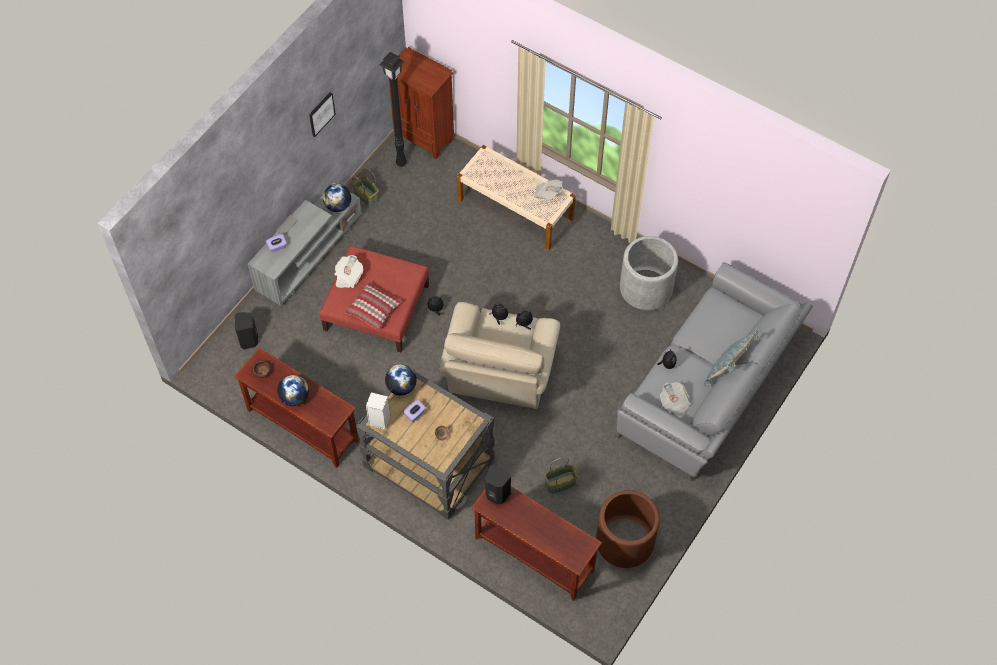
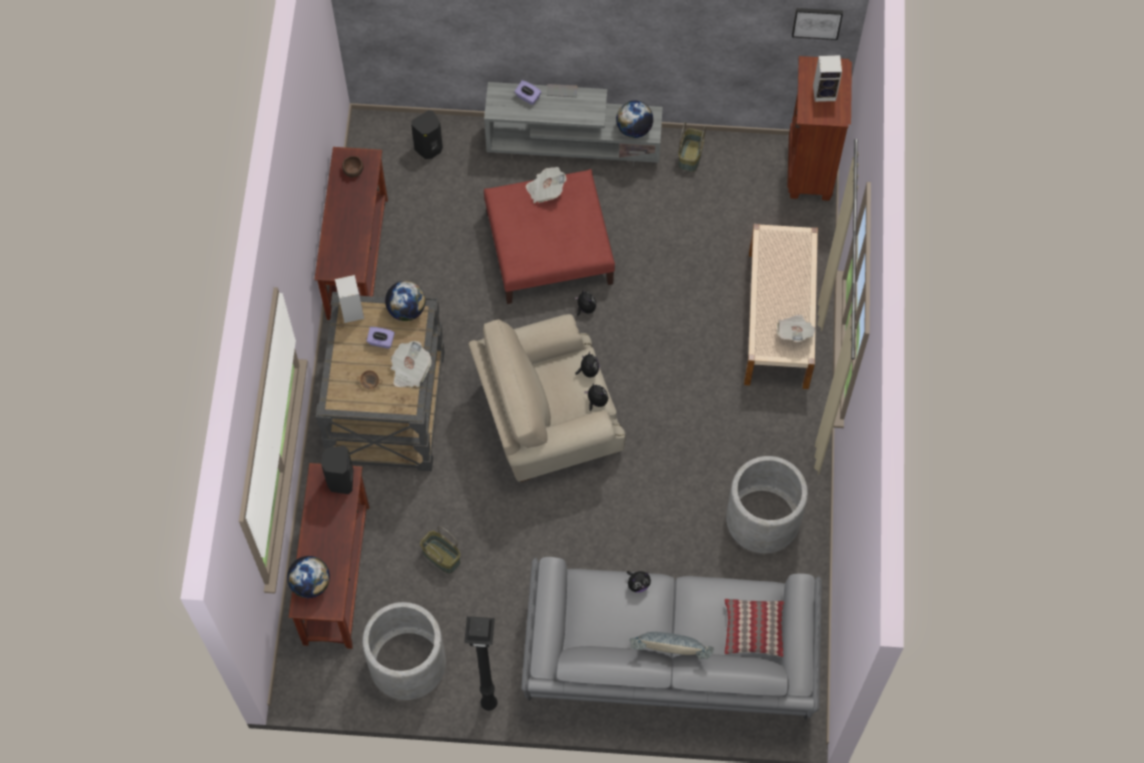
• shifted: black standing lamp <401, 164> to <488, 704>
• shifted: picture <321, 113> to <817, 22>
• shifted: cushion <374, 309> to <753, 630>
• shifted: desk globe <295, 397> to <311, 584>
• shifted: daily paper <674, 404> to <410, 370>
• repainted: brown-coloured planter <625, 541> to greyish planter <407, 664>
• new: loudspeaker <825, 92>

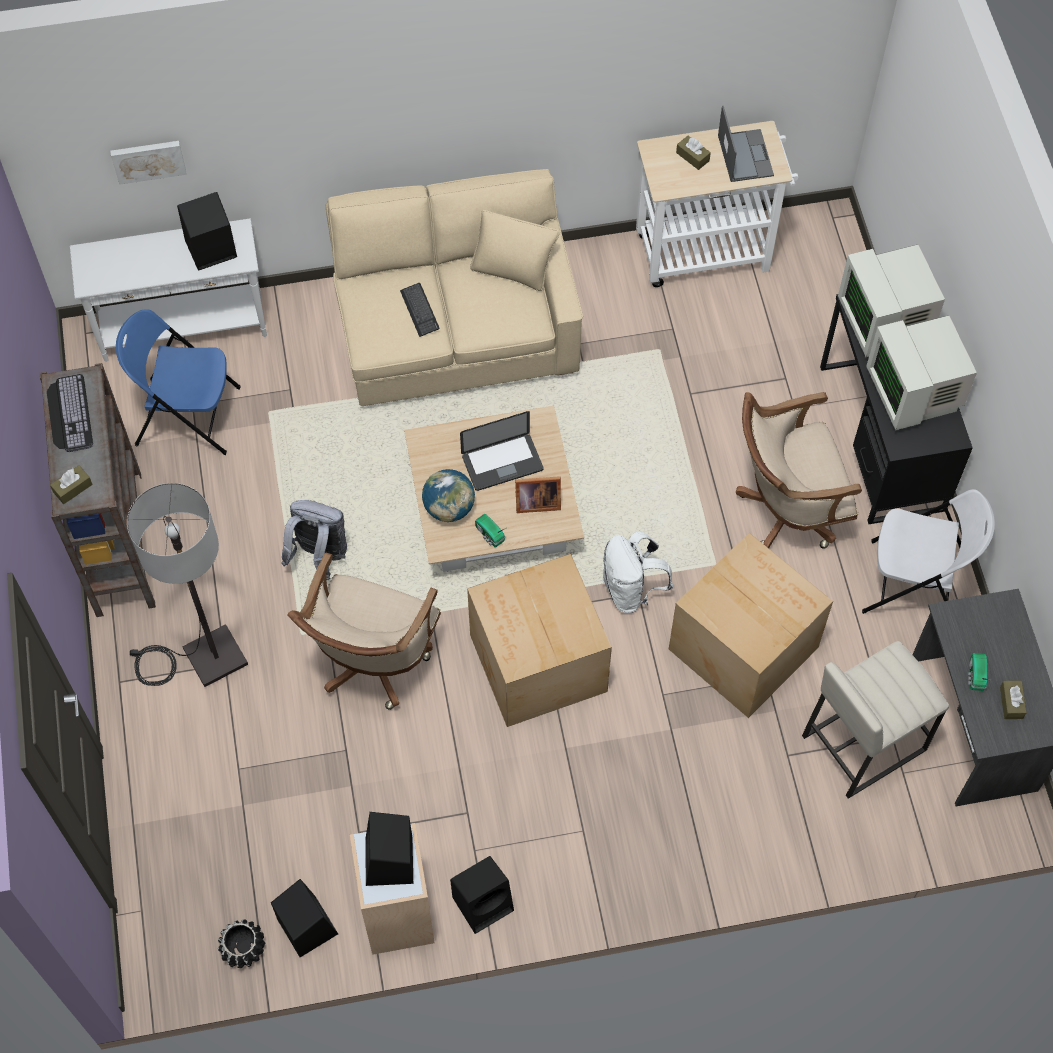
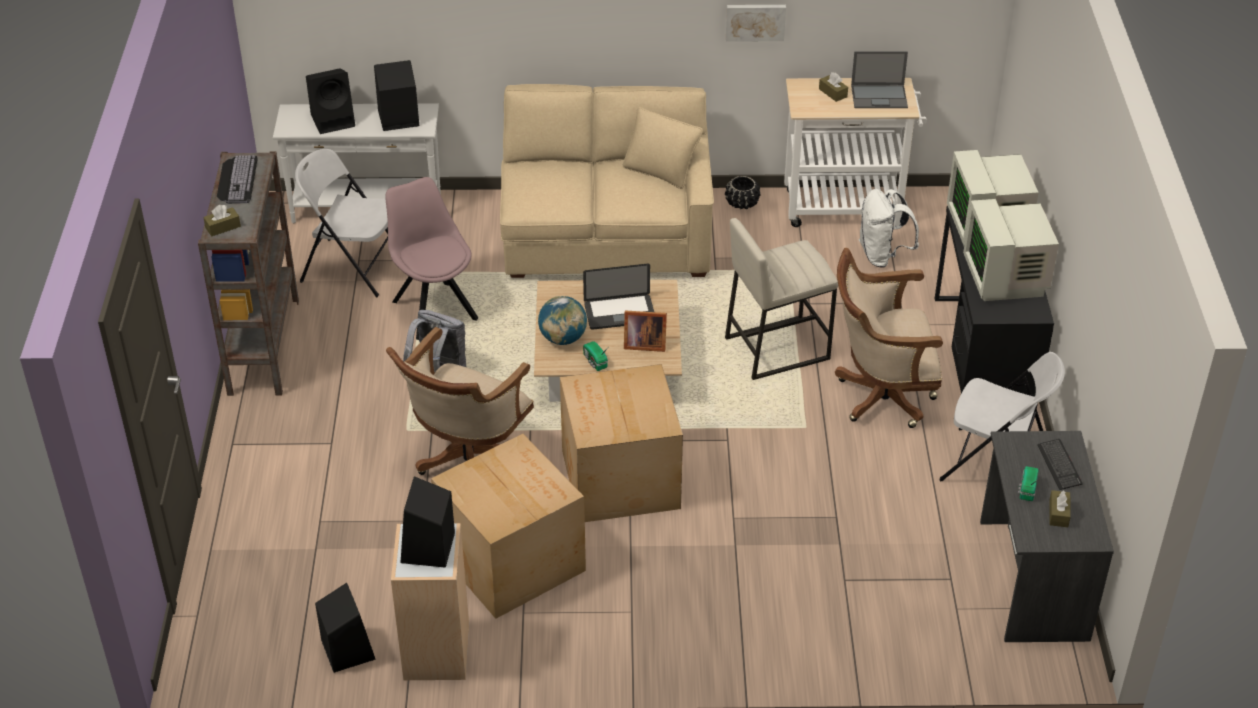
• rotated: laptop <744, 155> = <879, 96> 90 degrees clockwise
• shifted: picture <148, 160> to <755, 21>
• shifted: keyboard <419, 310> to <1059, 465>
• repainted: blue-coloured plain chair <188, 415> to whitish plain chair <352, 267>
• gone: standing lamp <197, 659>
• shifted: whitish backpack <631, 590> to <882, 255>
• shifted: carton <743, 646> to <512, 559>
• shifted: sand-coloured stool seat <863, 743> to <777, 348>
• shifted: black loudspeaker <484, 902> to <334, 120>
• shifted: black planter <244, 948> to <742, 203>
• new: pinkish plain chair <434, 310>

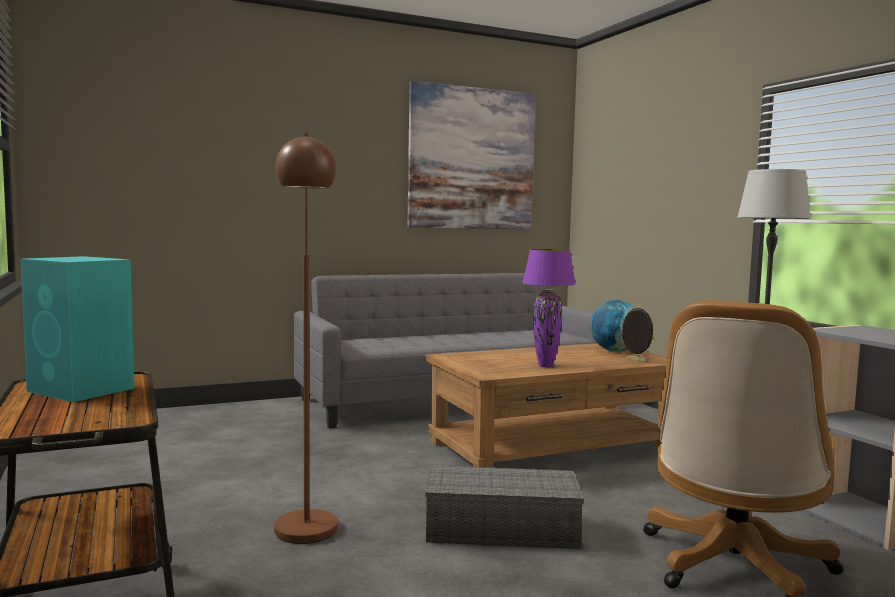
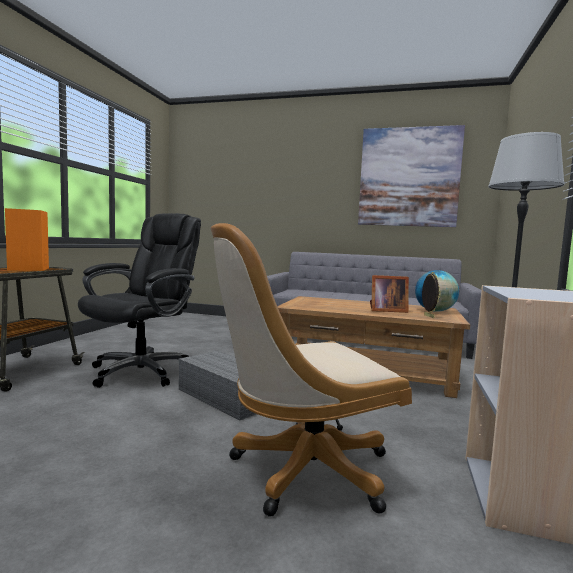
• swapped: brown-coloured standing lamp <306, 539> to black office chair <141, 372>
• gone: purple-coloured lamp for a table <545, 366>
• repainted: blue-green loudspeaker <82, 390> to orangey loudspeaker <28, 269>
• new: photo frame <386, 310>

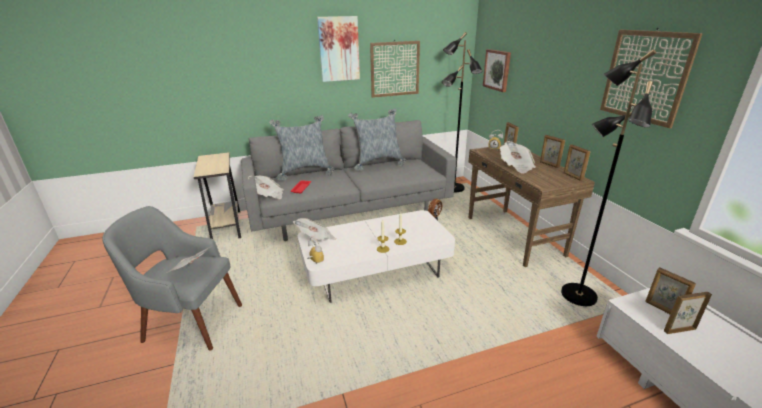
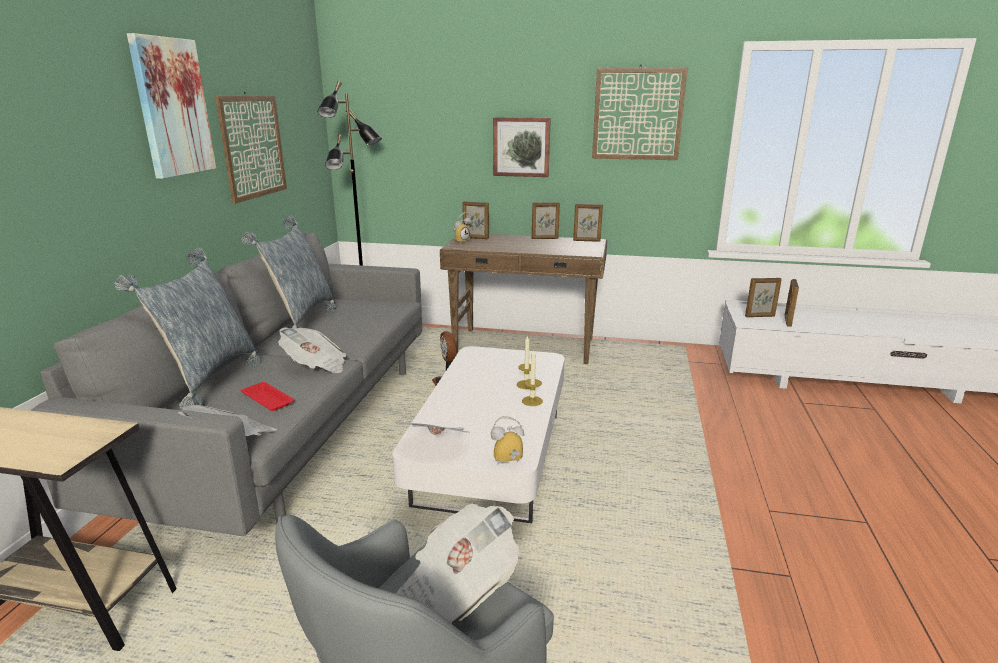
• shifted: picture <497, 70> to <521, 147>
• gone: black standing lamp <577, 295>
• shifted: daily paper <516, 166> to <316, 366>

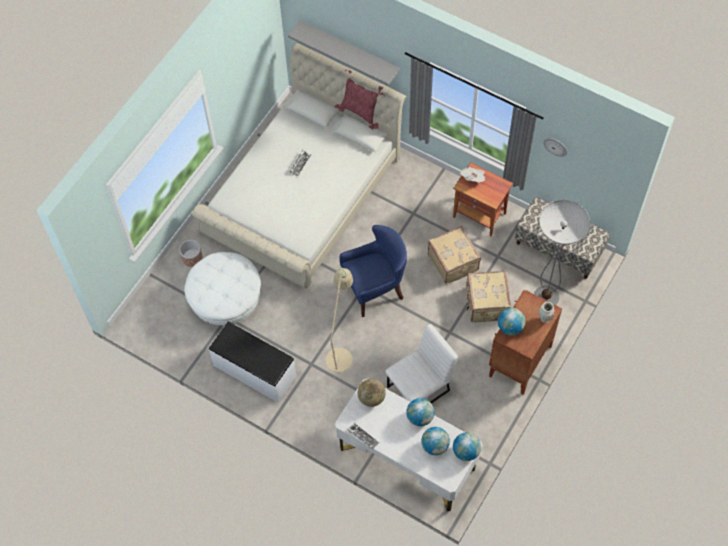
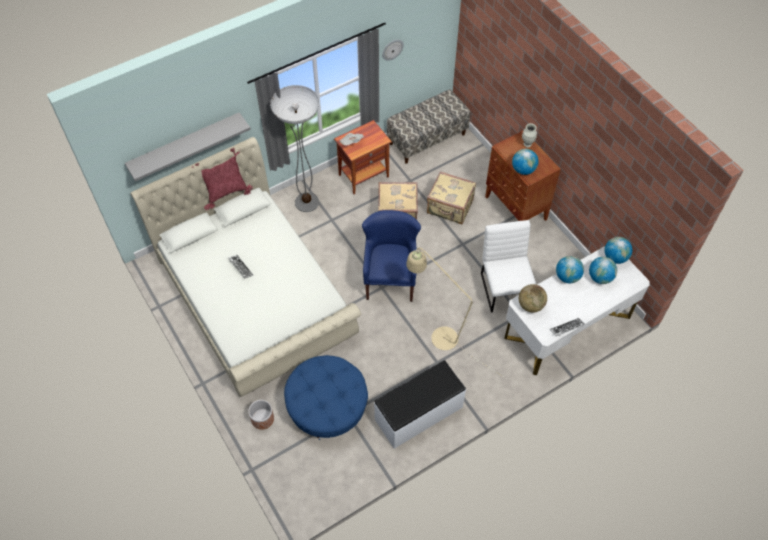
• shifted: standing lamp <546, 297> to <307, 202>
• repainted: whitish footrest <226, 299> to blue-coloured footrest <327, 407>

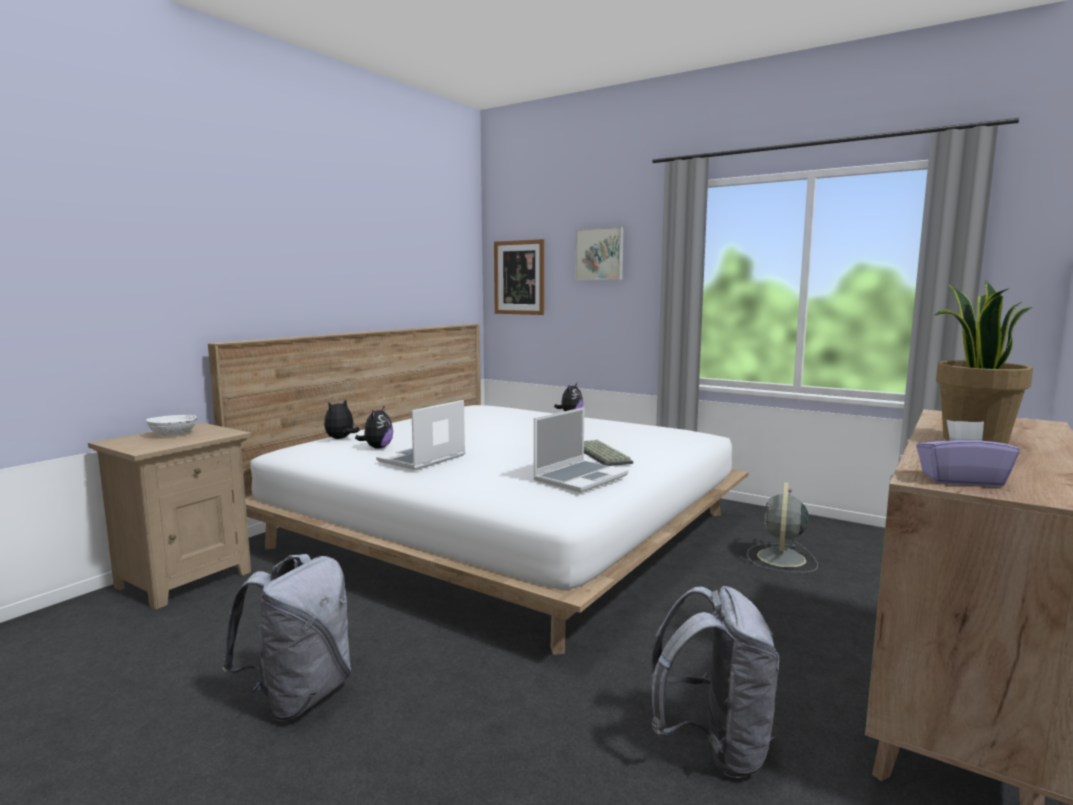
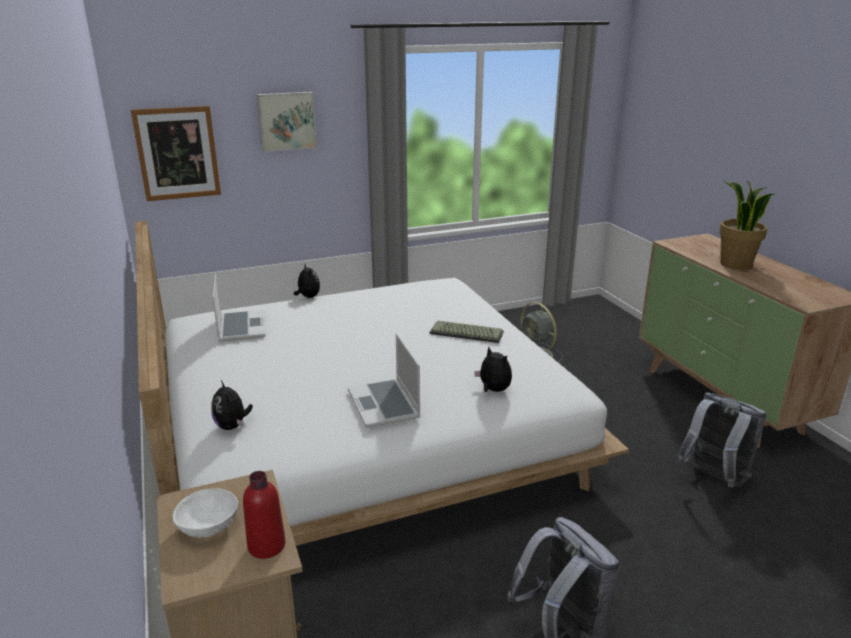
• shifted: plush toy <377, 448> to <493, 390>
• shifted: laptop <580, 477> to <241, 327>
• gone: purple-coloured tissue box <961, 480>
• new: red drink bottle <266, 545>

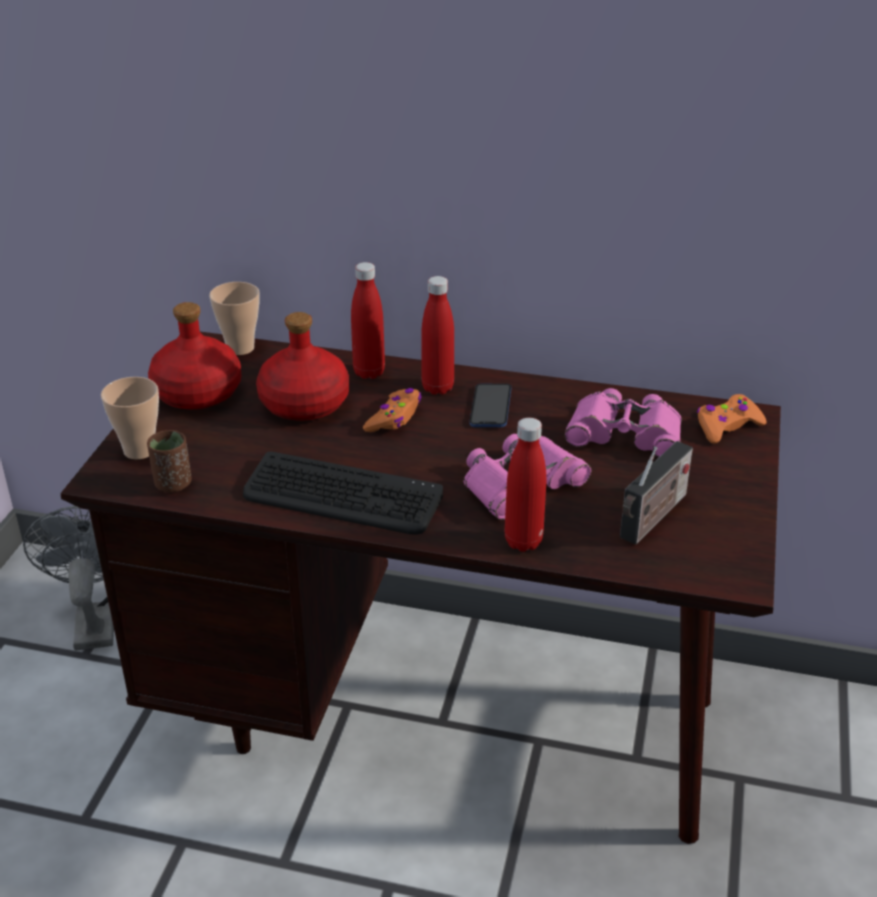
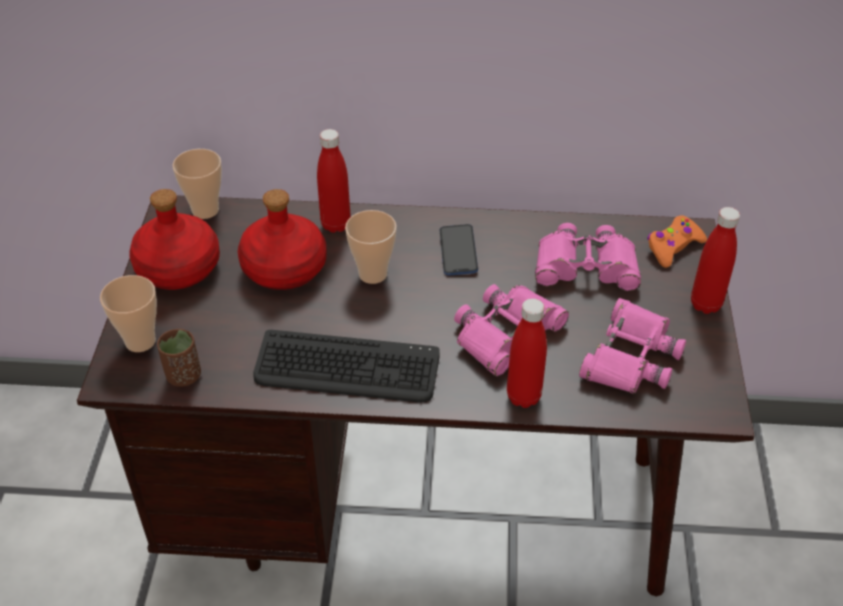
• shifted: red drink bottle <437, 388> to <705, 304>
• swapped: orangey joypad <394, 418> to small cup <372, 274>
• swapped: radio set <652, 519> to pinkish pair of binoculars <630, 357>
• gone: greyish electric fan <95, 619>

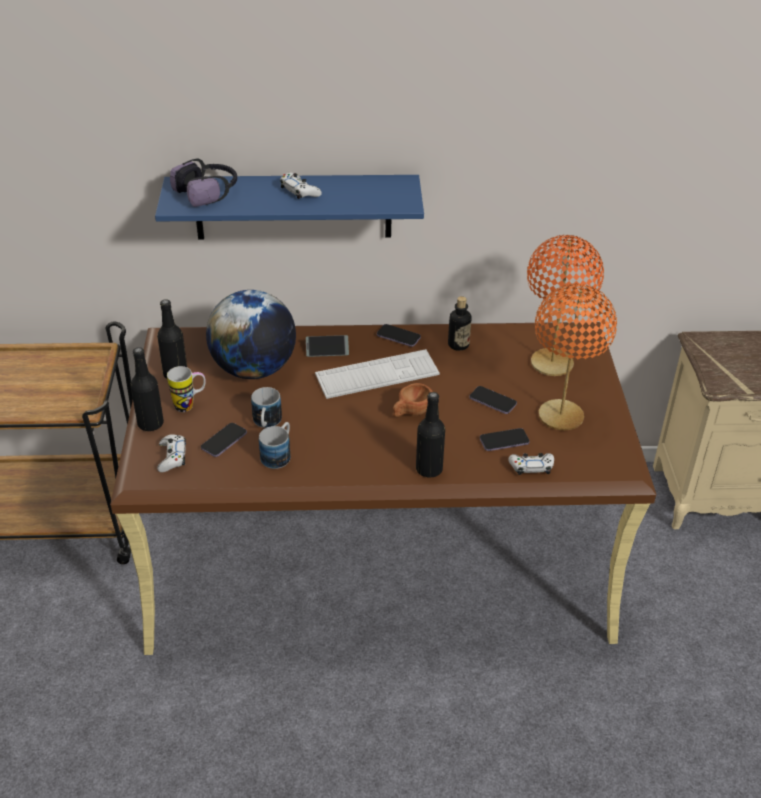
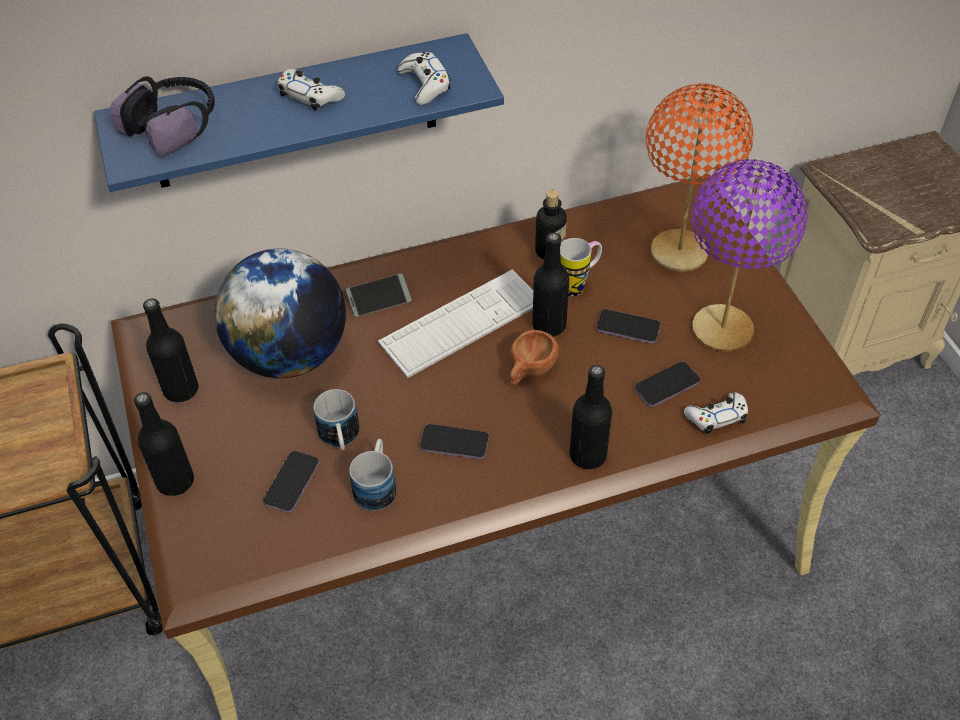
• repainted: orangey lamp for a table <560, 416> to purple-coloured lamp for a table <721, 329>
• shifted: handset <398, 337> to <454, 443>
• shifted: coffee mug <190, 405> to <579, 285>
• shifted: whitish joypad <172, 457> to <425, 84>
• new: black drink bottle <549, 325>

